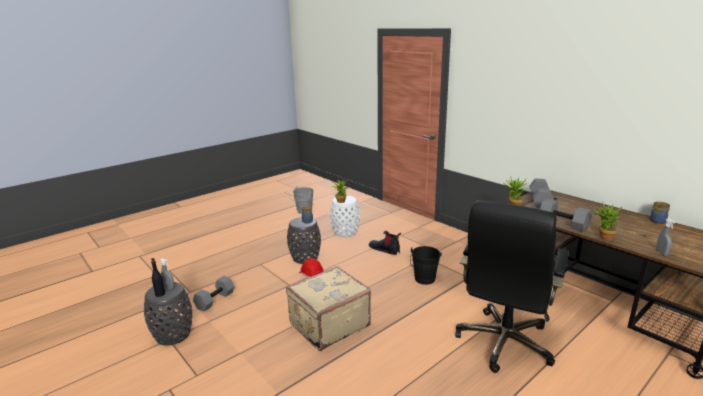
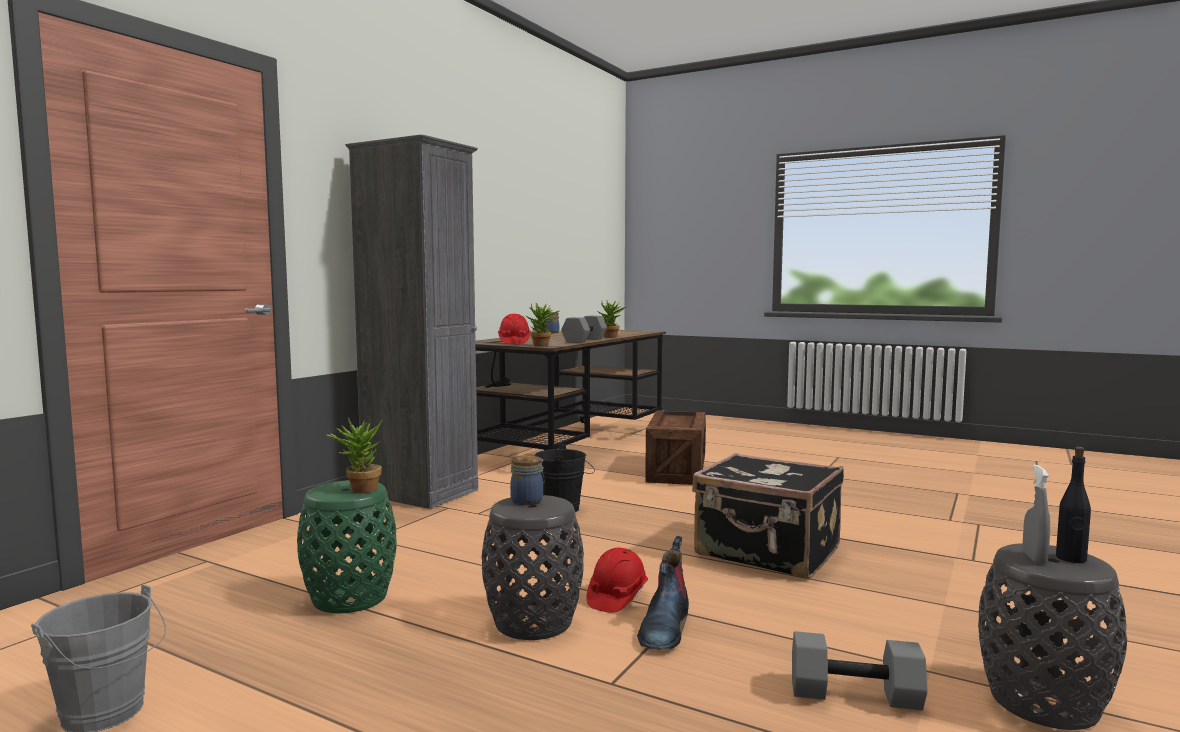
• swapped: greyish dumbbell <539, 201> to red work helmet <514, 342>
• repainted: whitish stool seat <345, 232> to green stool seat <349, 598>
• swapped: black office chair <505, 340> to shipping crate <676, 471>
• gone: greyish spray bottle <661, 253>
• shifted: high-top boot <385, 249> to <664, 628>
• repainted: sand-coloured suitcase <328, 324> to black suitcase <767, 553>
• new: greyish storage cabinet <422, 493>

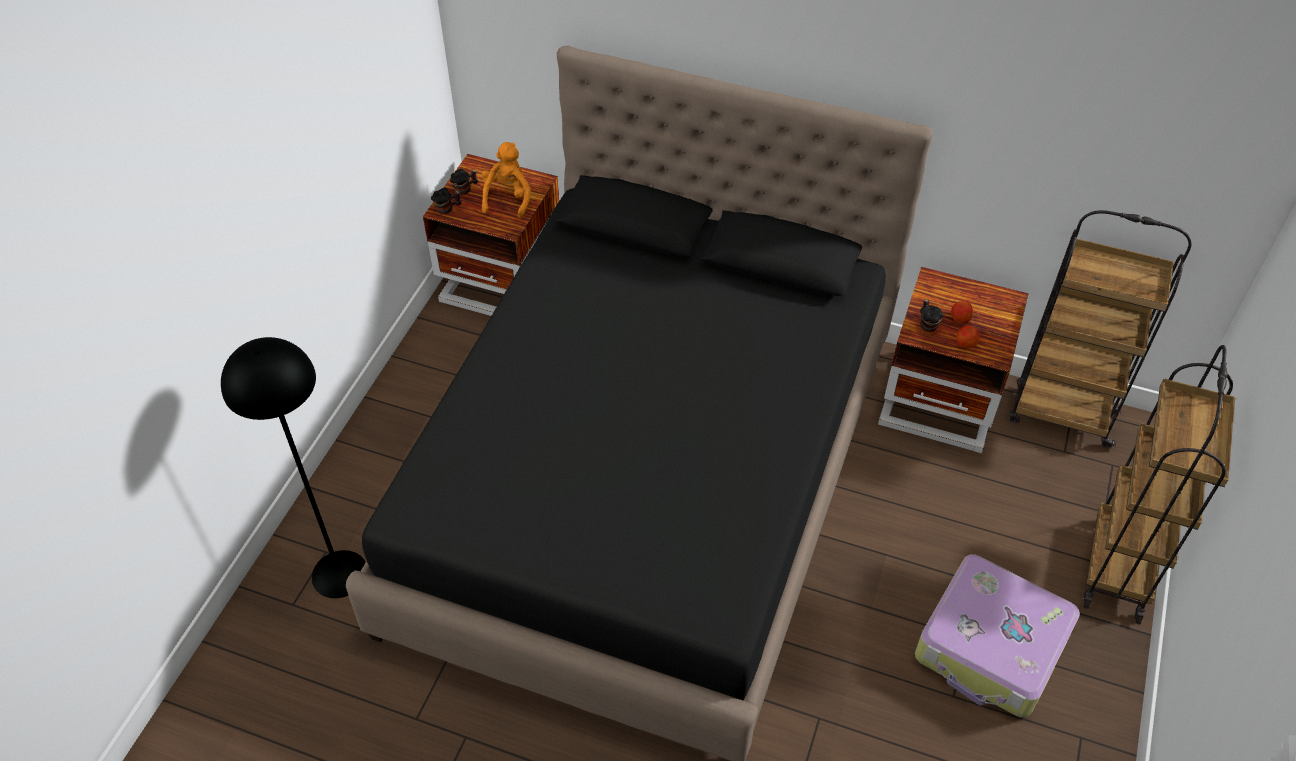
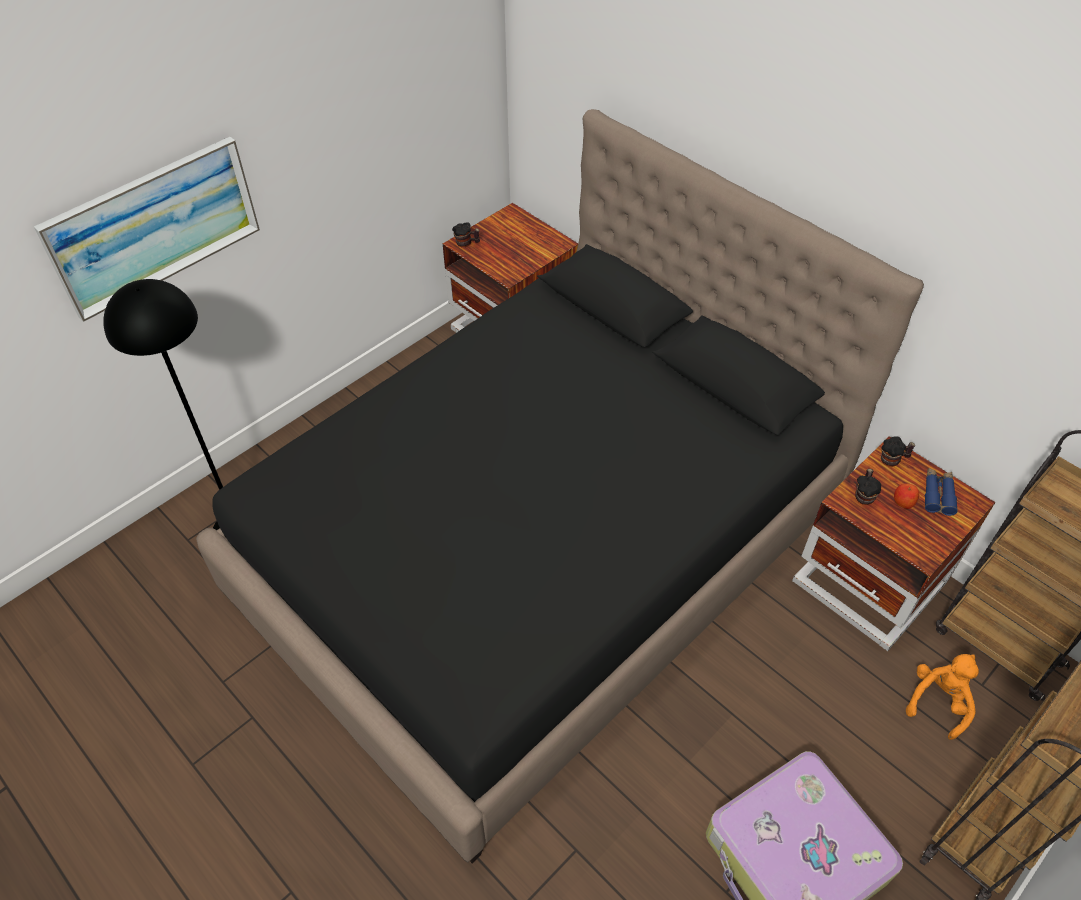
• shifted: orangey plush toy <508, 198> to <938, 701>
• shifted: coffee mug <465, 189> to <892, 460>
• gone: apple <966, 343>
• new: picture <154, 226>
• new: blue-coloured pair of binoculars <938, 495>

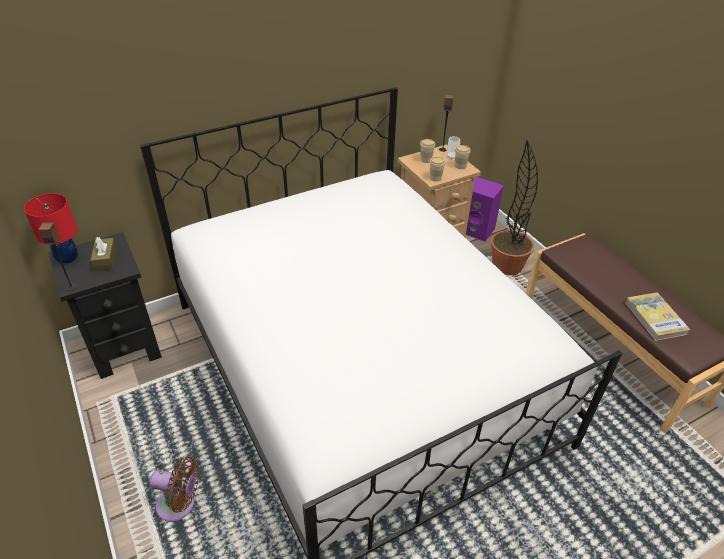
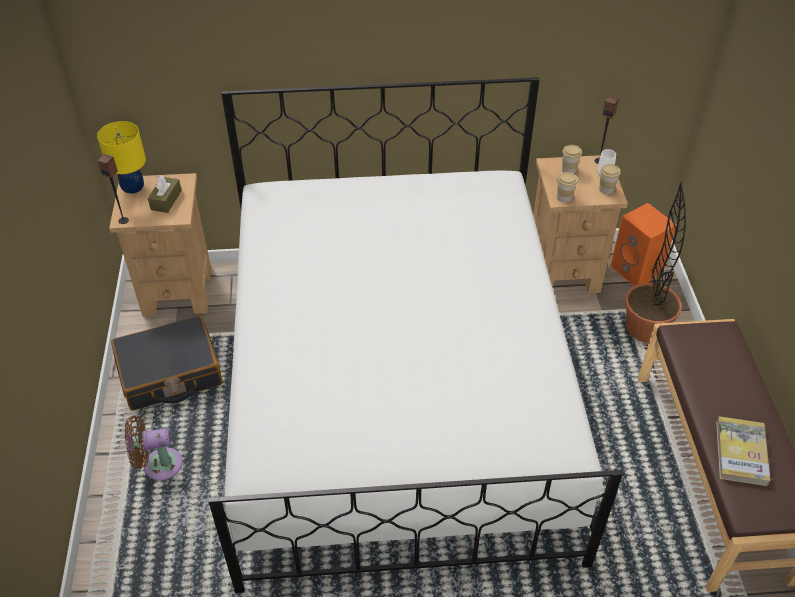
• repainted: purple-coloured loudspeaker <477, 230> to orangey loudspeaker <637, 270>
• repainted: red lamp for a table <66, 259> to yellow-coloured lamp for a table <132, 189>
• repainted: black bedside table <126, 348> to sand-coloured bedside table <178, 292>
• rotated: brown-coloured electric fan <180, 505> = <158, 465> 135 degrees clockwise
• new: black suitcase <170, 373>

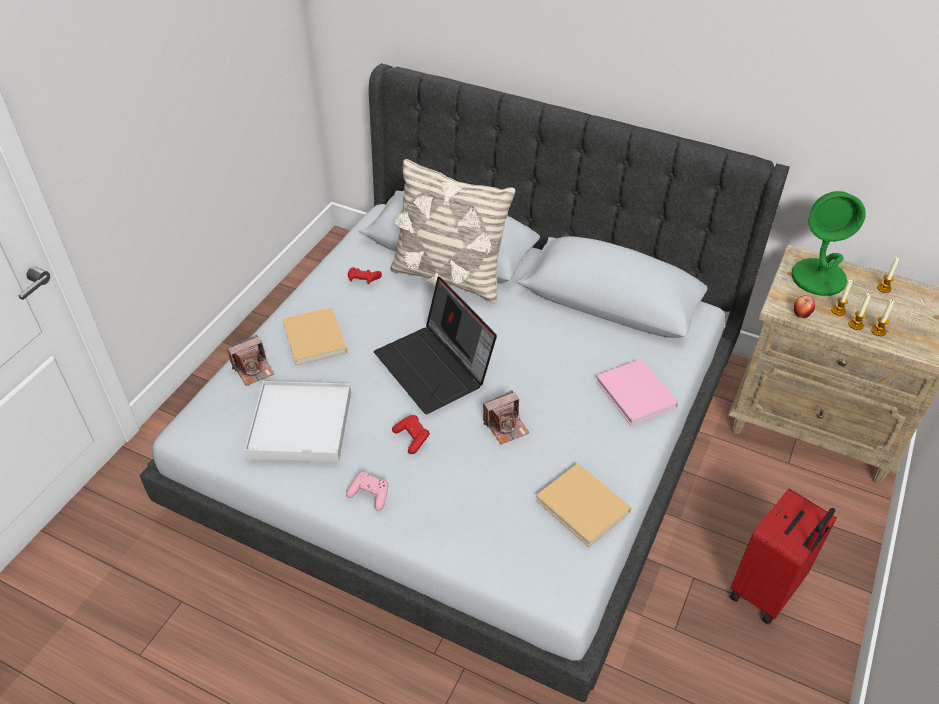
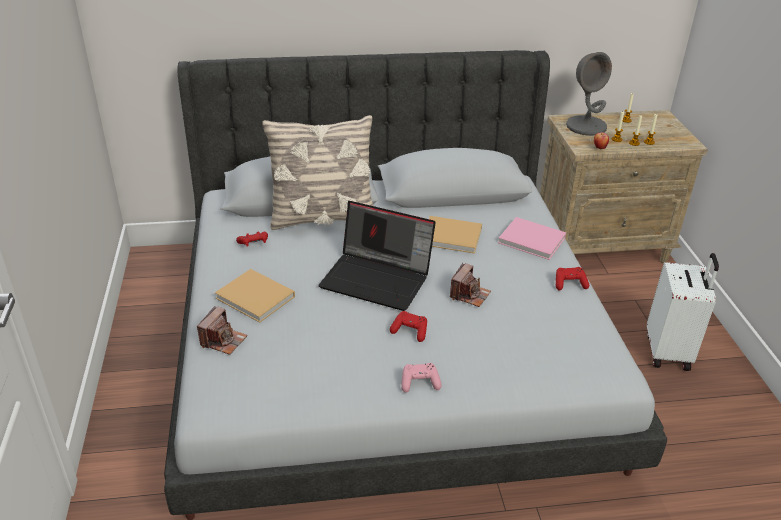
• repainted: green lamp for a table <818, 278> to greyish lamp for a table <586, 126>
• gone: whitish tray <300, 424>
• shifted: sand-coloured bound book <584, 508> to <453, 237>
• repainted: red suitcase <767, 590> to whitish suitcase <669, 352>
• new: red joypad <569, 284>

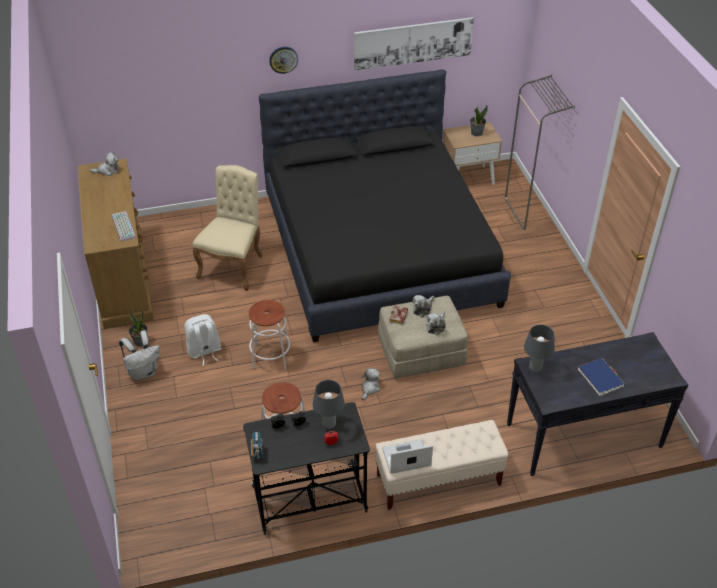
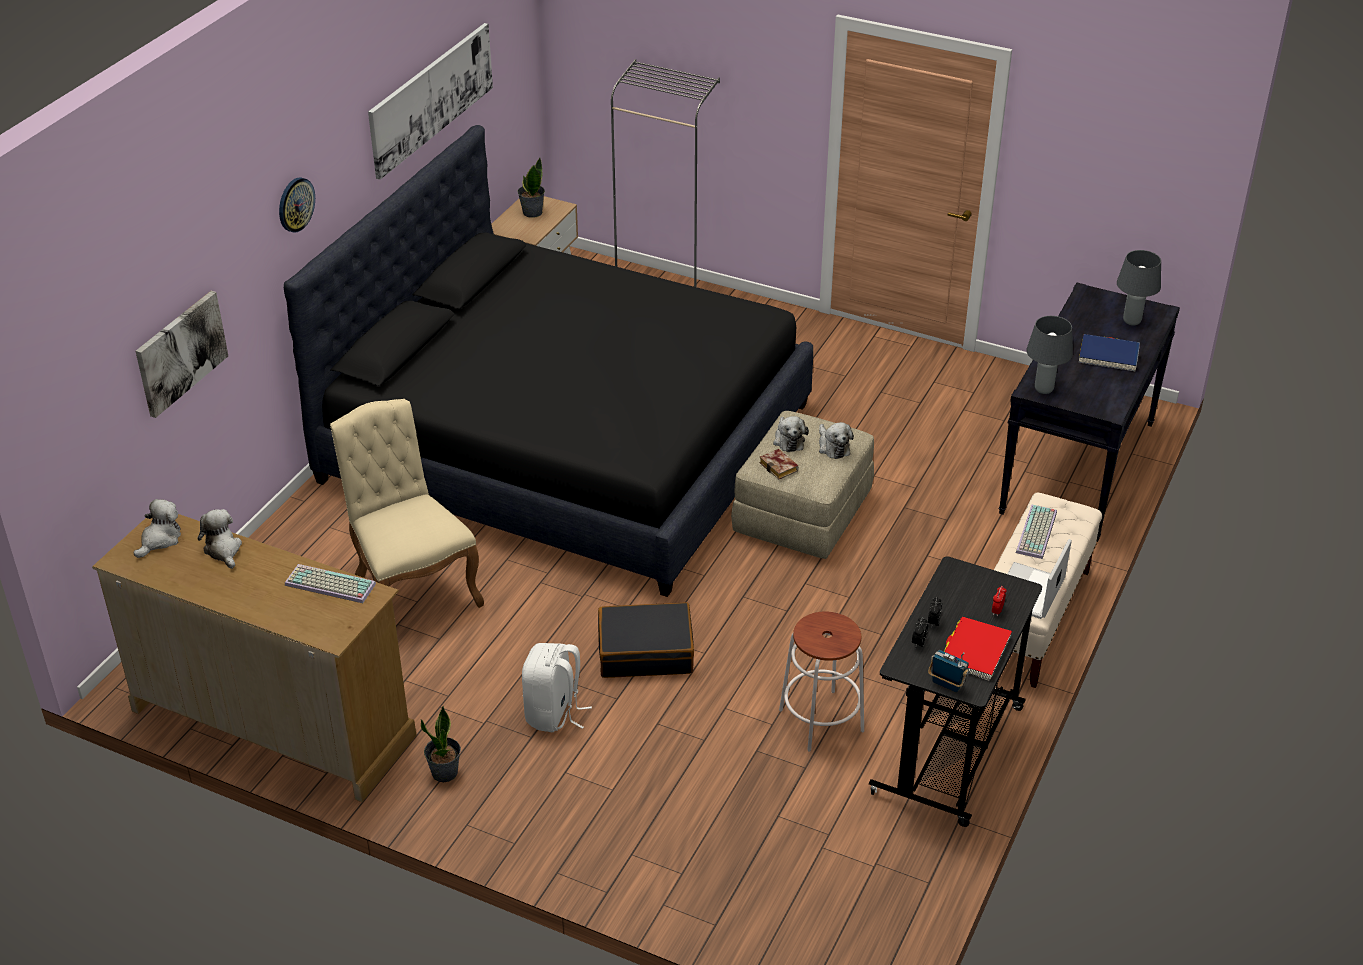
• swapped: whitish stool seat <270, 356> to black suitcase <645, 651>
• gone: whitish backpack <143, 372>
• shifted: plush toy <369, 388> to <223, 550>
• shifted: greyish lamp for a table <329, 424> to <1132, 322>
• new: picture <180, 352>
• new: keyboard <1037, 533>
• new: red bound book <975, 651>

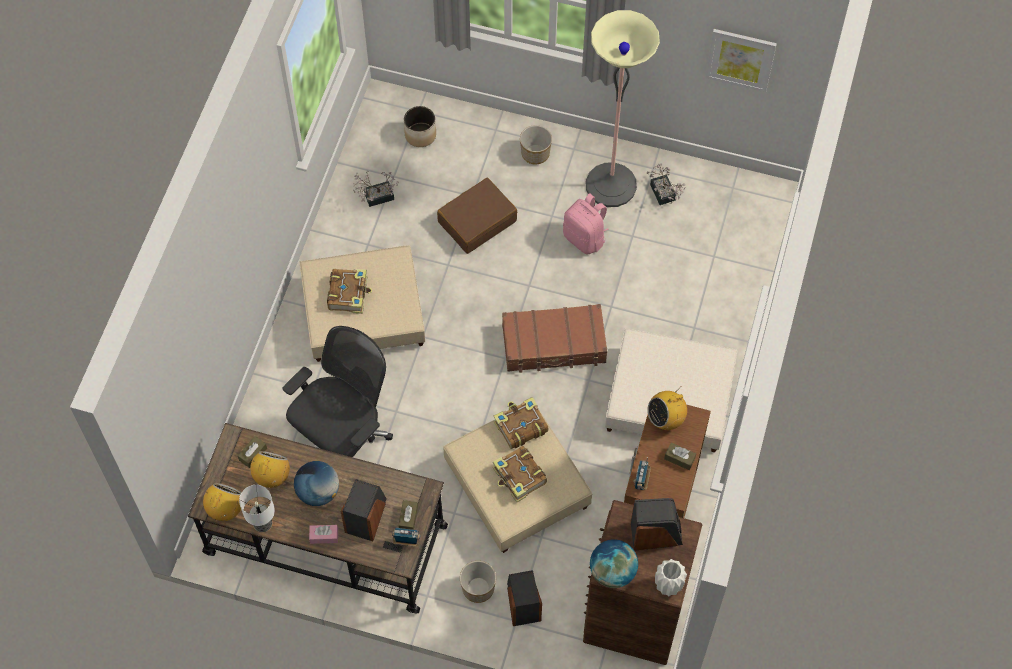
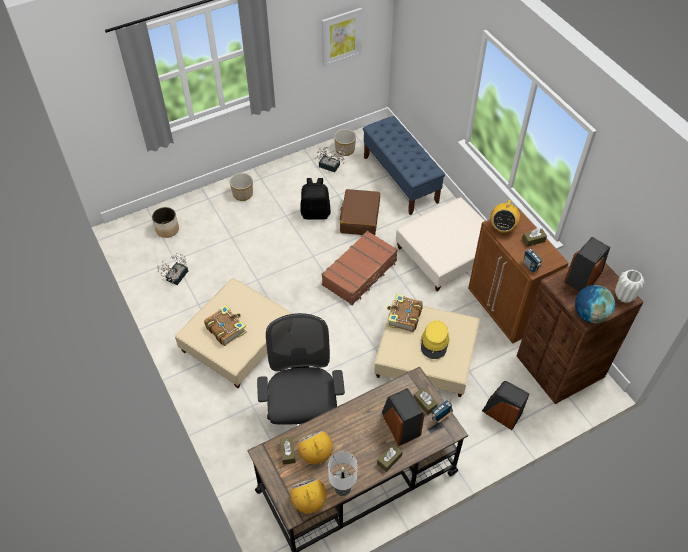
• gone: standing lamp <611, 185>
• shifted: brown-coloured suitcase <477, 221> to <359, 218>
• repainted: pinkish backpack <585, 238> to black backpack <315, 213>
• swapped: bound book <519, 477> to yellow-coloured wearable hat <435, 342>
• gone: desk globe <318, 492>
• repainted: pinkish tissue box <324, 536> to brown-coloured tissue box <389, 460>
• shifted: planter <478, 588> to <345, 150>
• new: blue-coloured long seat <400, 180>

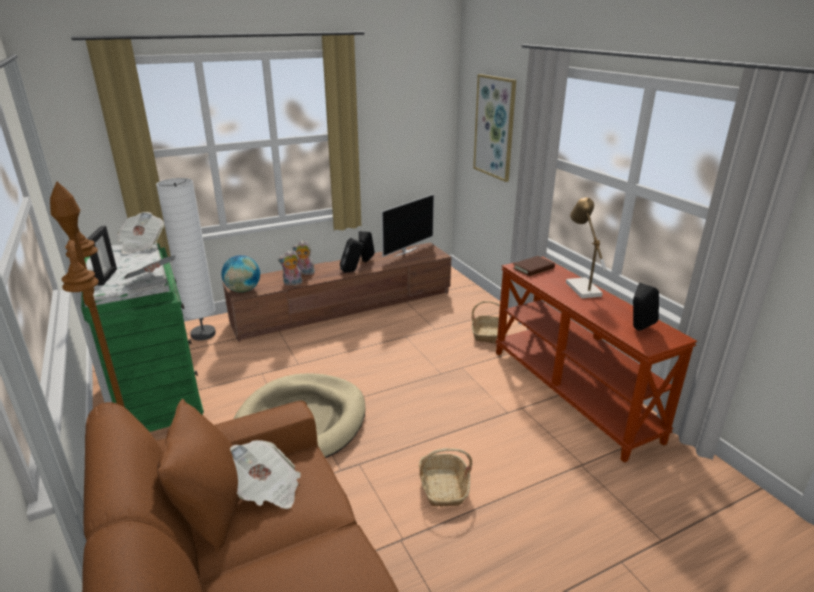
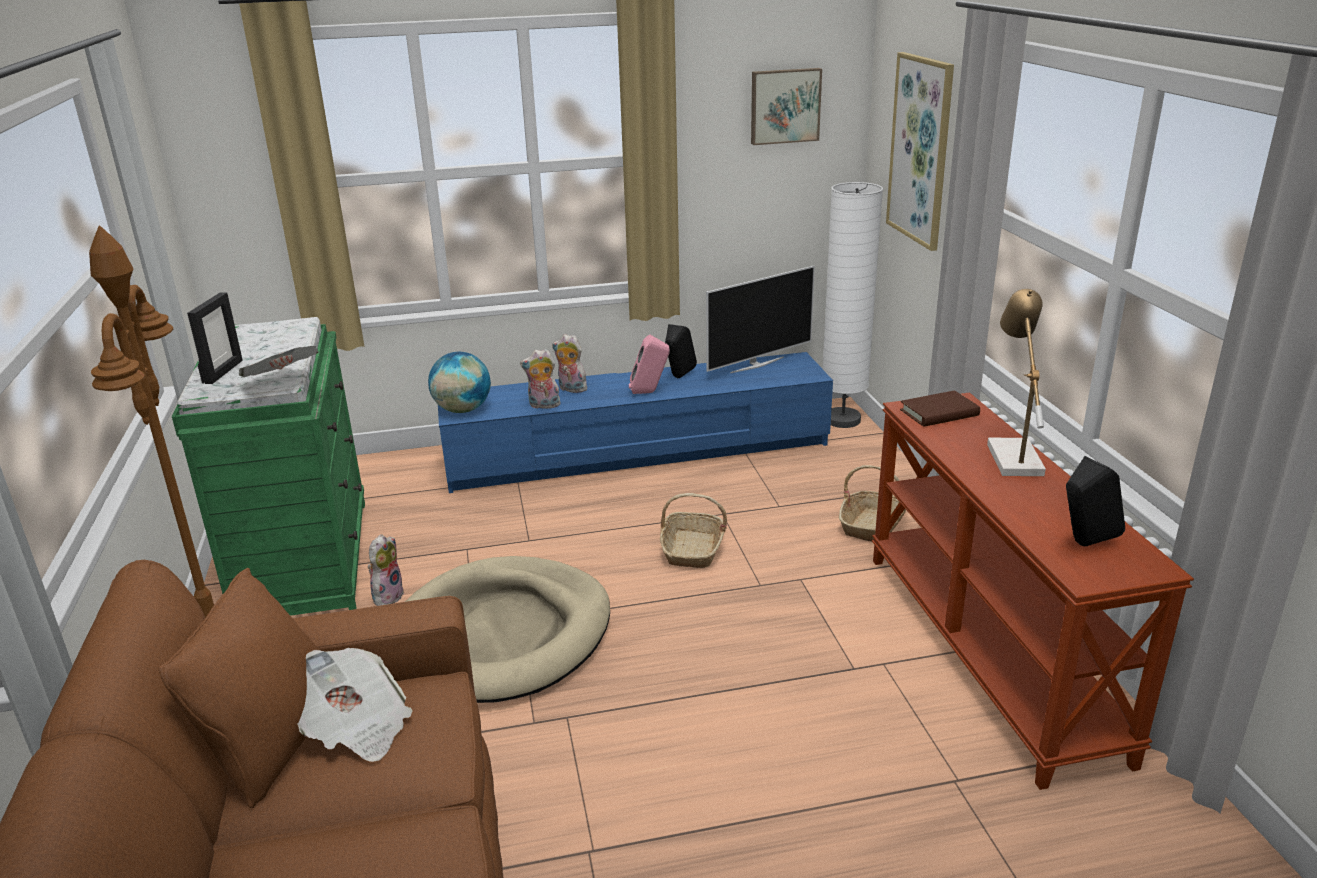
• shifted: whitish standing lamp <203, 334> to <842, 420>
• gone: daily paper <141, 245>
• repainted: black loudspeaker <352, 271> to pinkish loudspeaker <649, 392>
• repainted: brown-coloured tv stand <344, 307> to blue-coloured tv stand <637, 452>
• shifted: basket <443, 487> to <692, 549>
• new: picture <784, 106>
• new: plush toy <387, 595>

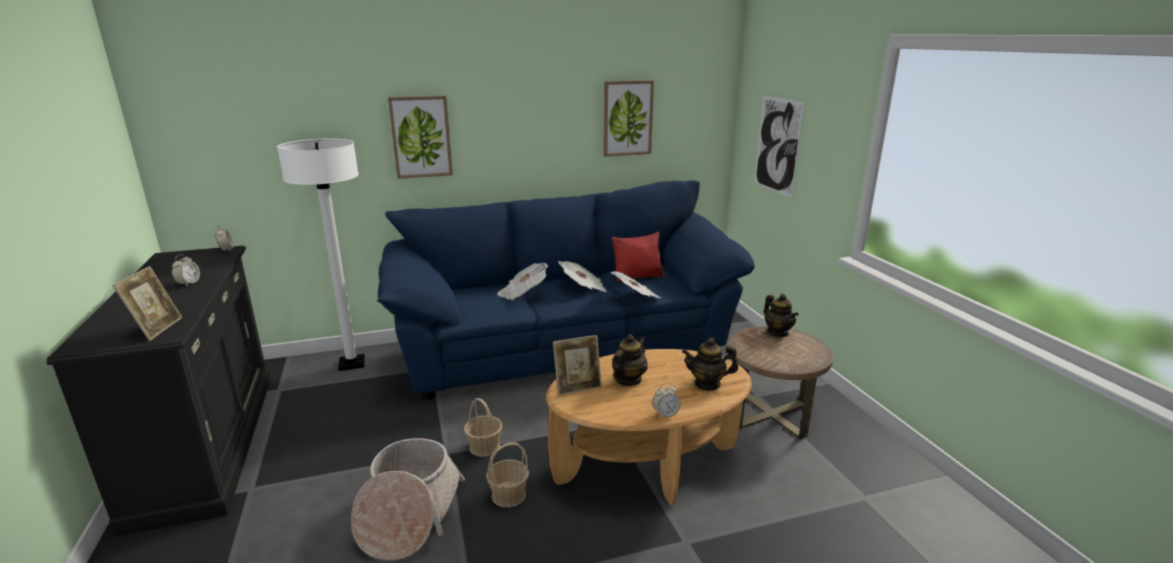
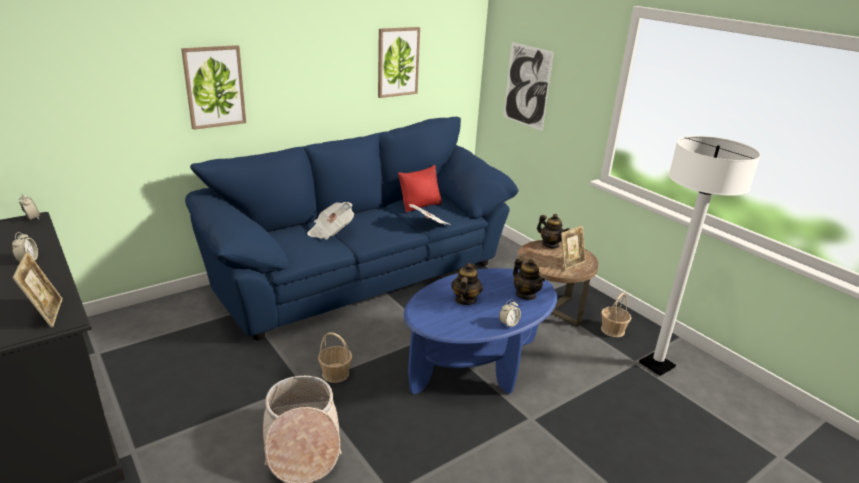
• shifted: whitish standing lamp <352, 363> to <656, 365>
• gone: daily paper <583, 288>
• shifted: photo frame <578, 387> to <570, 263>
• rotated: tea pot <707, 384> = <526, 295> 105 degrees counterclockwise
• repainted: brown-coloured coffee table <647, 464> to blue-coloured coffee table <476, 365>
• shifted: basket <508, 495> to <612, 330>

